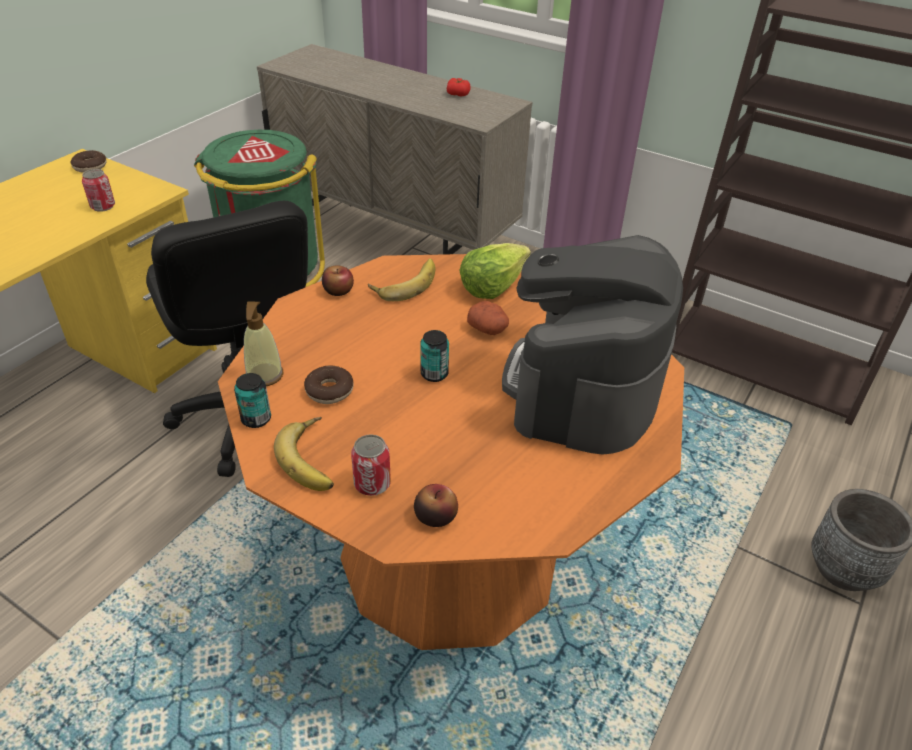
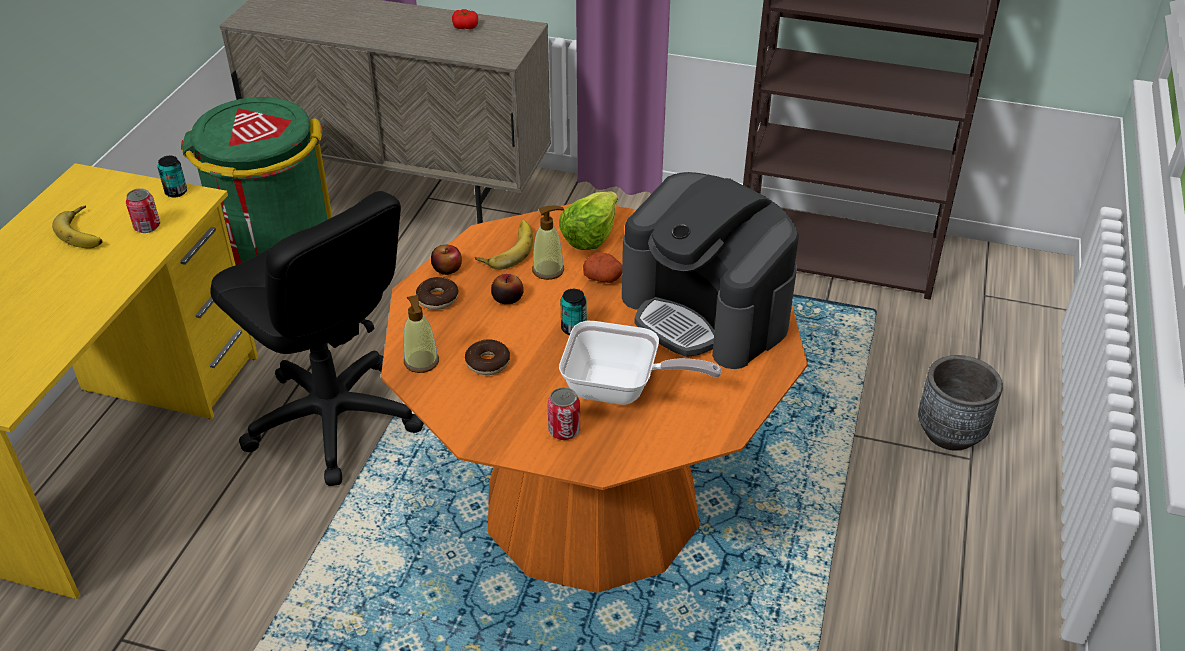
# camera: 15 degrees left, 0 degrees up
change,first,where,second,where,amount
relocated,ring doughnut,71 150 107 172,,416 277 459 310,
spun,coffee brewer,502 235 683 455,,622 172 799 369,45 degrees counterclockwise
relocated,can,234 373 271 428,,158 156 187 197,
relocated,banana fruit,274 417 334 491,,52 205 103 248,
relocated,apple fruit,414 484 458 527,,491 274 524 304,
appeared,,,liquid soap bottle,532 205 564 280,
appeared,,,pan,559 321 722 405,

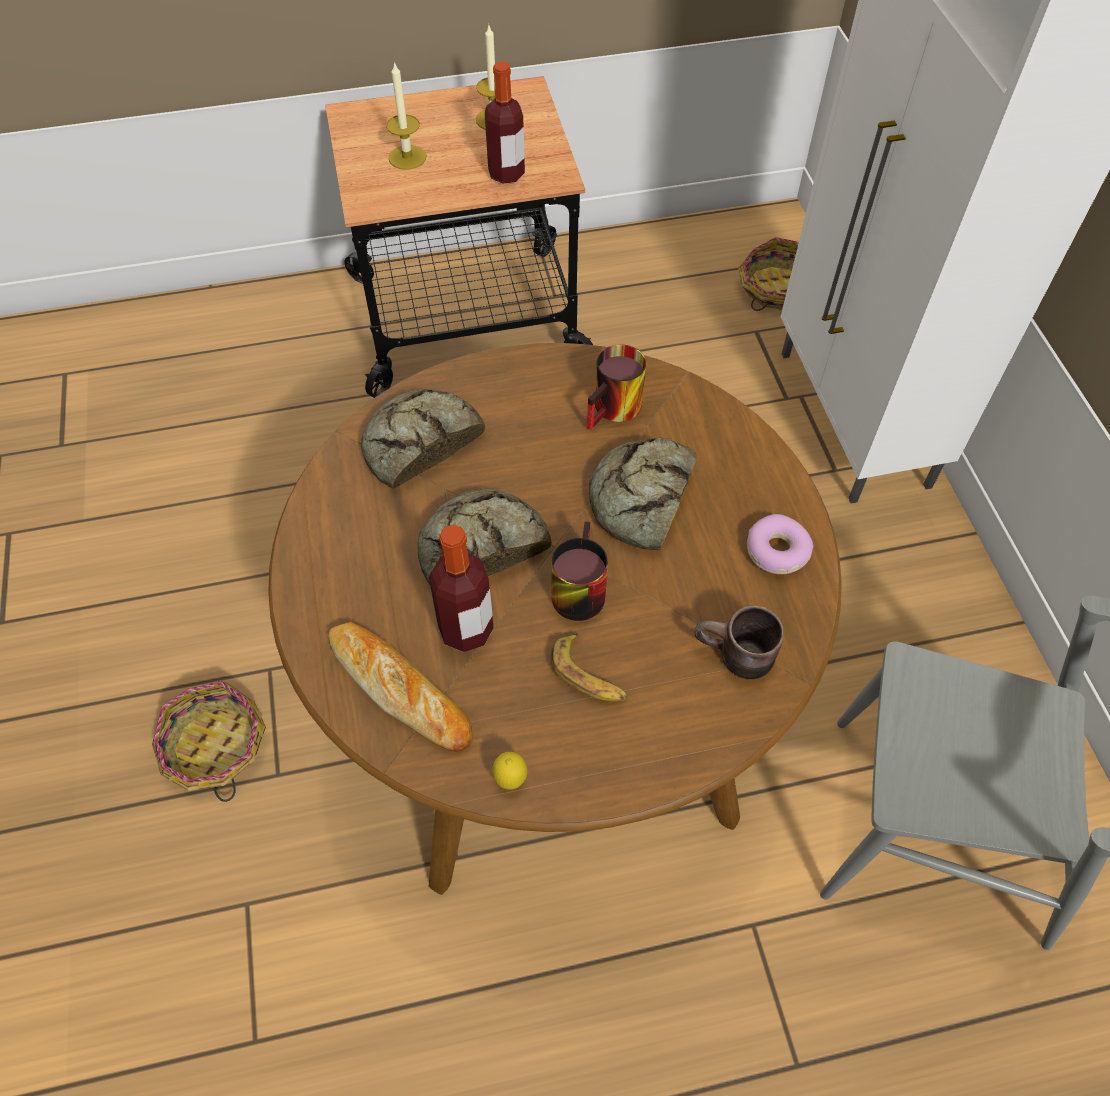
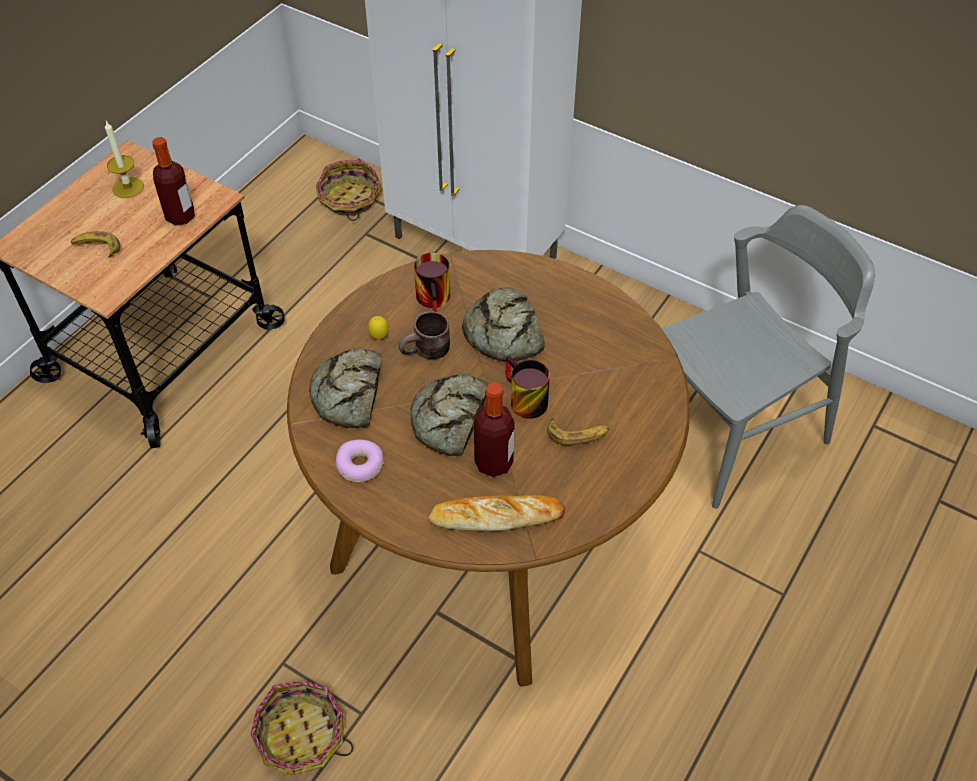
# camera: 45 degrees left, 5 degrees down
change,first,where,second,where,amount
exchanged,wax candle,386 61 427 170,banana fruit,71 231 120 258,
relocated,ring doughnut,747 514 814 574,,335 440 384 482,
relocated,brownish tea mug,694 606 784 679,,399 311 450 359,
relocated,lemon,492 752 527 790,,368 316 389 340,

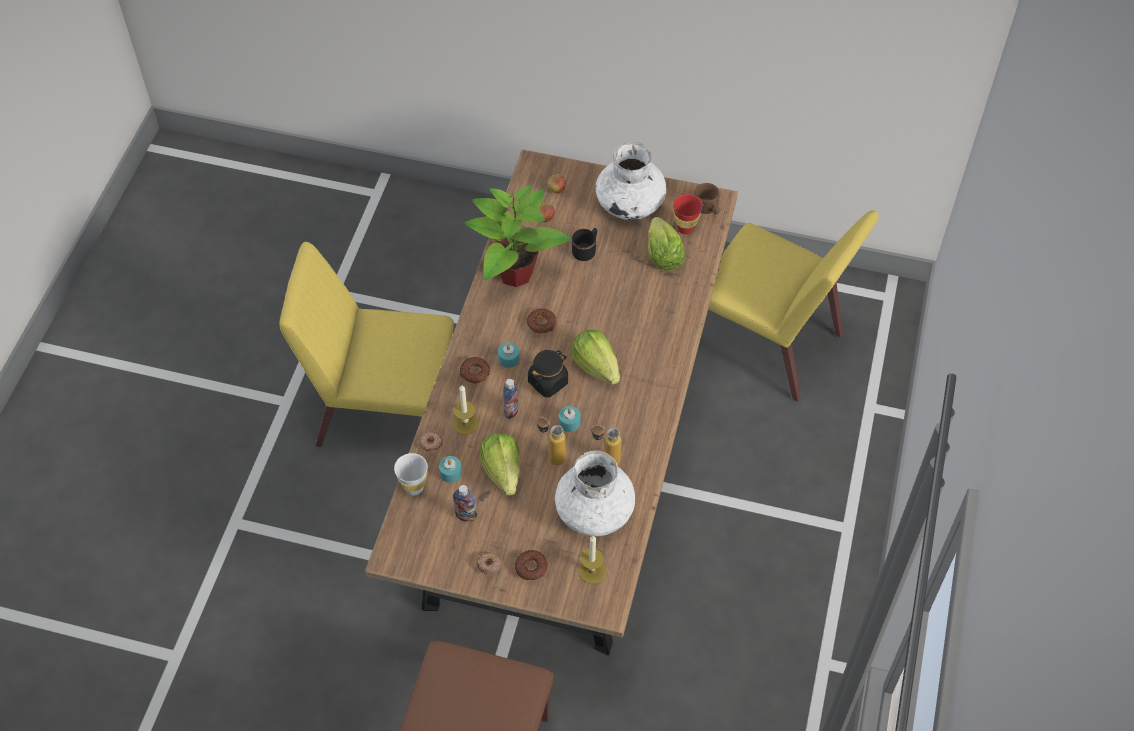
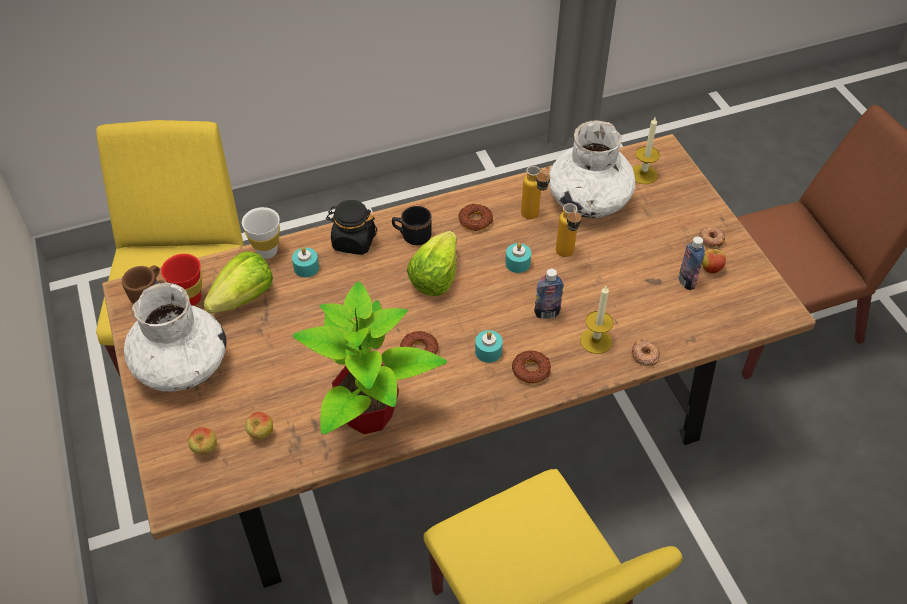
# camera: 125 degrees left, 5 degrees down
change,first,where,second,where,amount
relocated,blackish tea mug,572 228 597 261,,392 206 431 245,
relocated,blackish storage jar,528 350 568 397,,326 200 377 255,
missing,head of lettuce,480 433 520 496,,,
relocated,whitish cup,394 453 428 496,,242 207 280 259,
relocated,turquoise wax candle,439 456 462 483,,292 247 319 278,
relocated,ring doughnut,515 550 548 580,,458 204 493 231,
appeared,,,apple fruit,702 249 726 274,

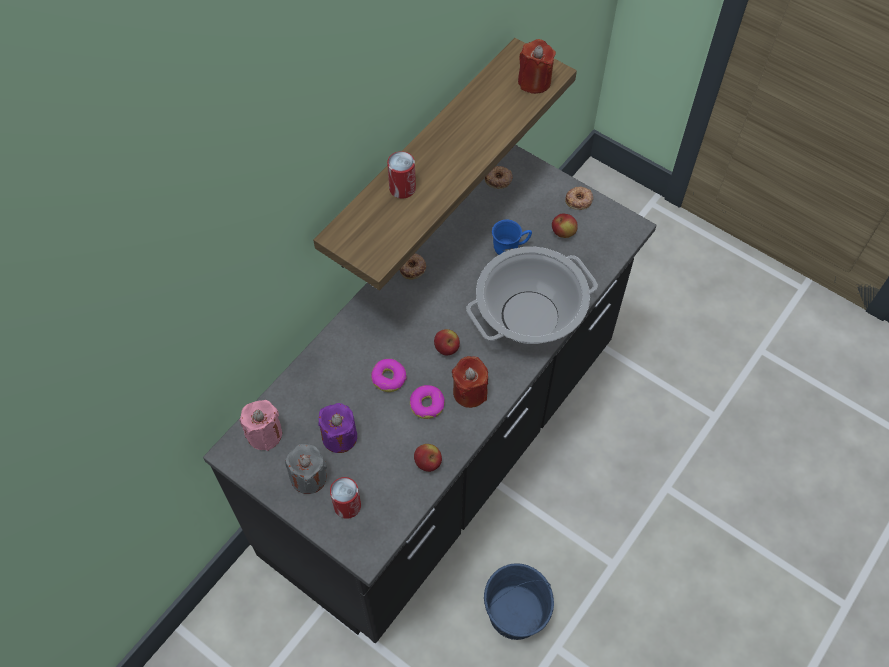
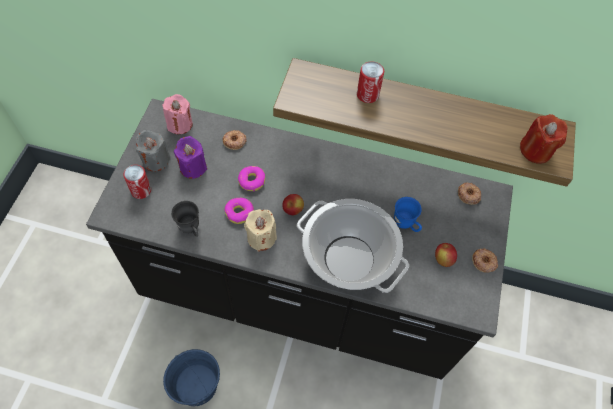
# camera: 65 degrees right, 0 degrees up
change,first,where,second,where,amount
relocated,ring doughnut,399 253 426 280,,223 130 247 150,
colour,reddish wax candle,452 356 488 408,beige wax candle,244 209 277 252,
exchanged,apple fruit,414 444 442 472,grey tea mug,171 201 199 237,

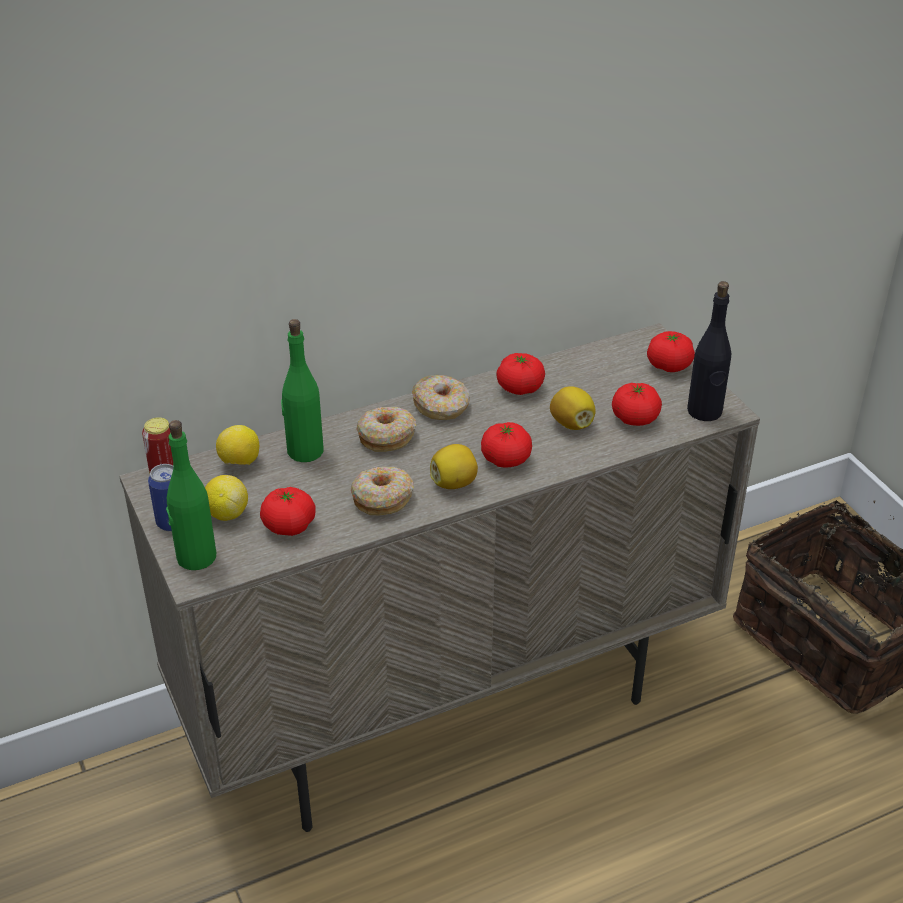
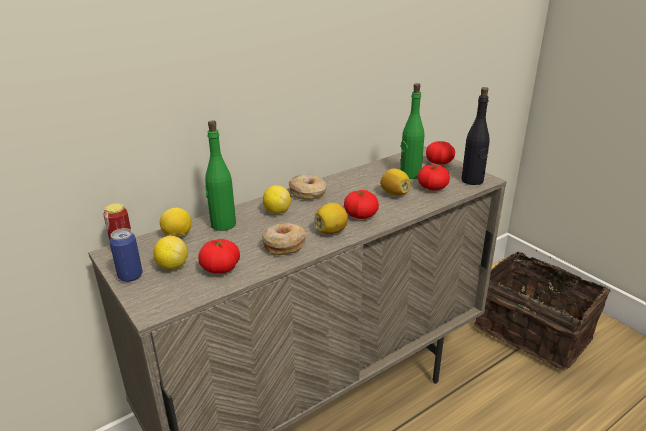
# camera: 10 degrees left, 10 degrees down
change,first,where,second,where,amount
missing,whole tomato,496 353 545 395,,,
exchanged,ring doughnut,357 407 416 452,lemon,263 185 291 214,
relocated,green beverage bottle,166 420 216 570,,400 83 424 179,

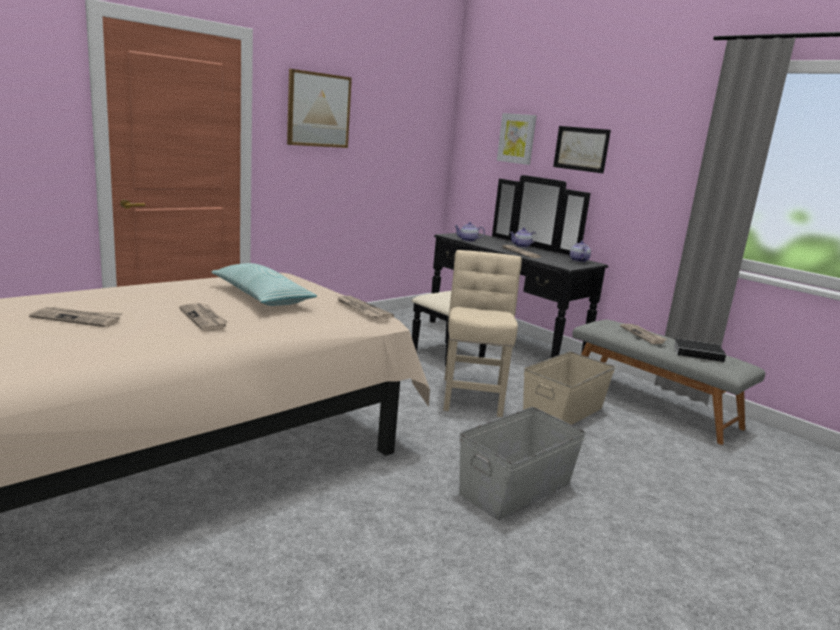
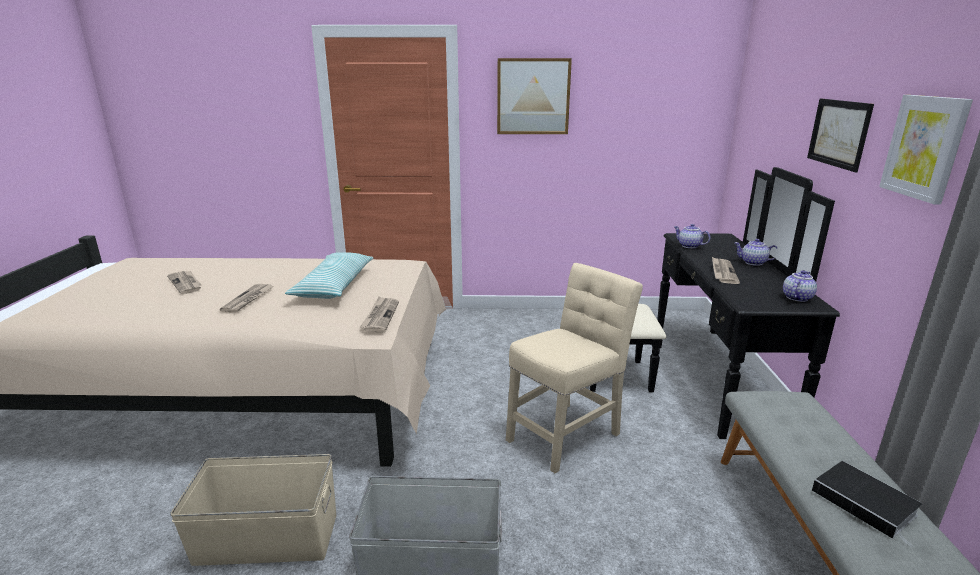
# camera: 45 degrees right, 5 degrees up
change,first,where,second,where,amount
relocated,picture,497 113 537 165,,879 95 973 204,
missing,newspaper,620 324 667 344,,,
relocated,beige storage container,523 351 616 425,,170 454 336 566,

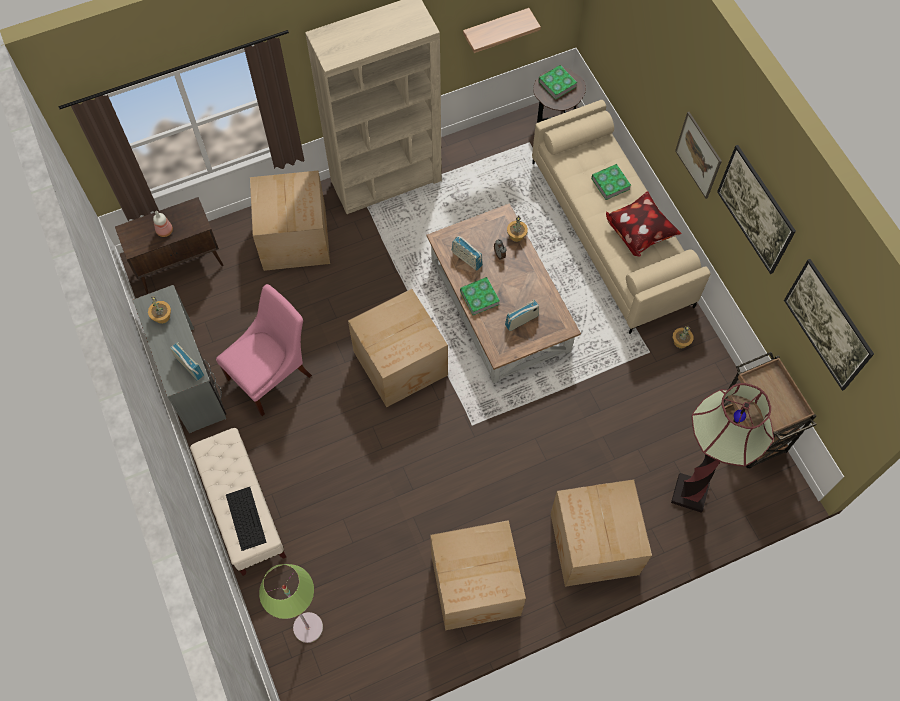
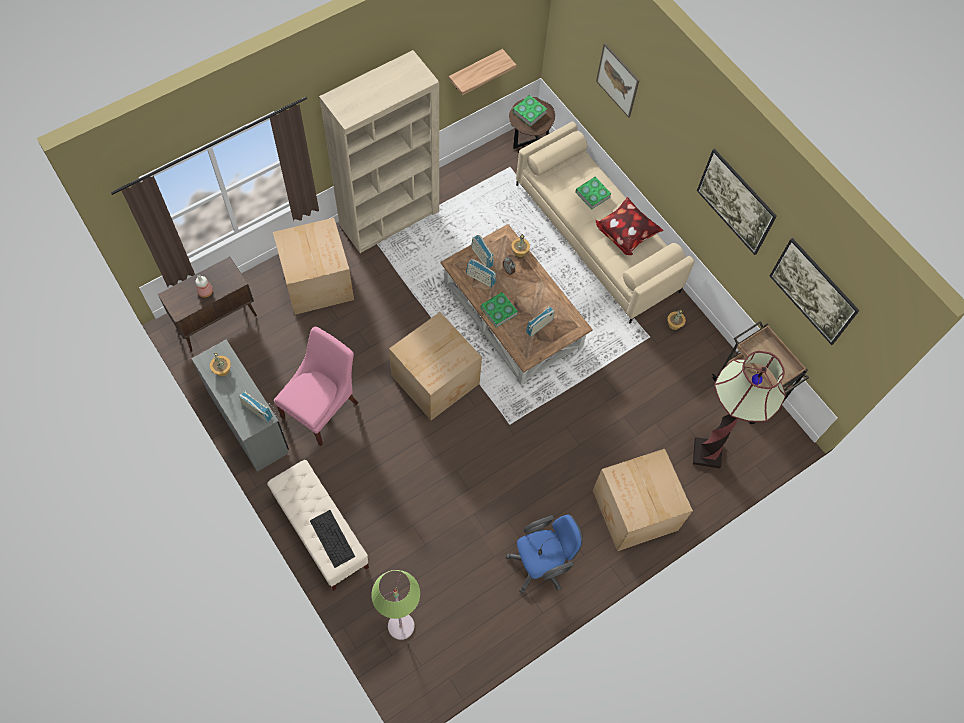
# camera: 15 degrees left, 0 degrees up
change,first,where,second,where,amount
relocated,picture,675 112 722 199,,596 43 639 118,
exchanged,packing box,430 520 526 630,blue office chair,506 515 583 594,
appeared,,,radio,471 235 493 268,

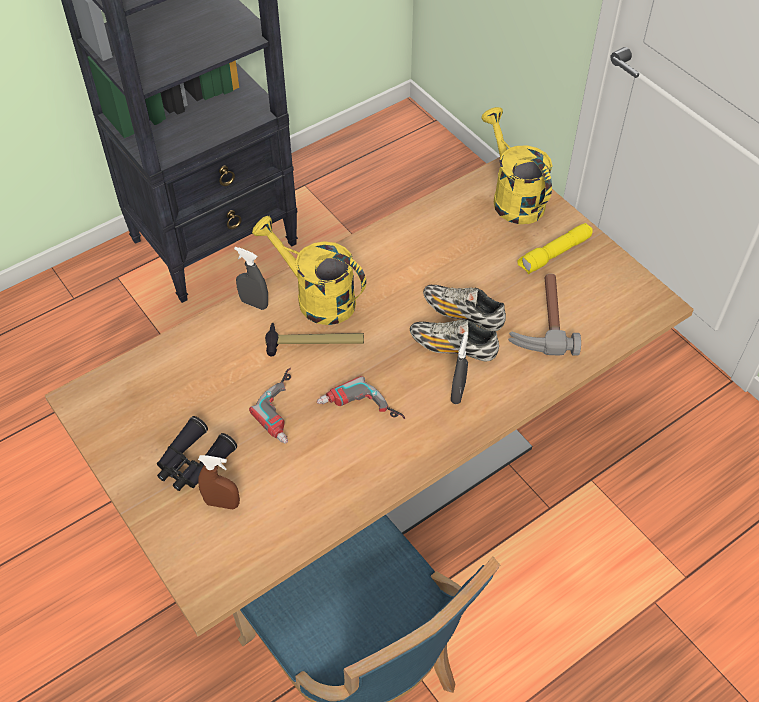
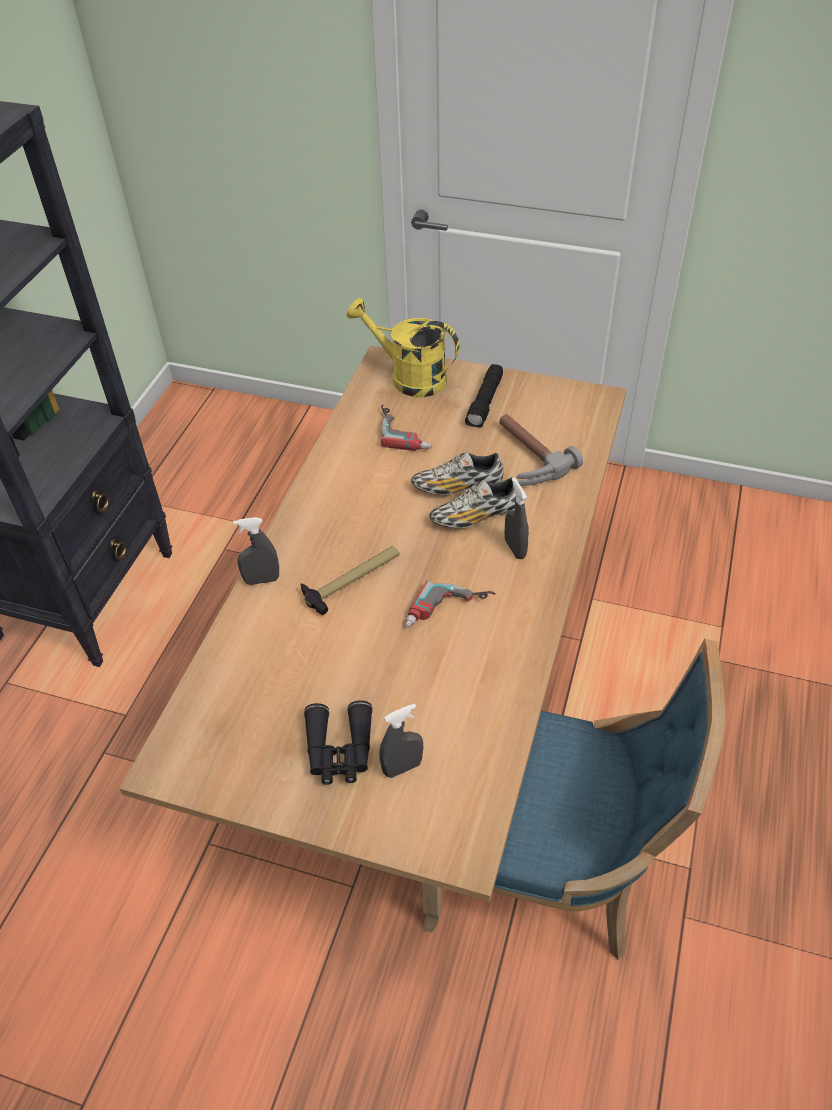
# camera: 35 degrees left, 5 degrees down
change,first,where,second,where,amount
missing,yellow watering pot,252 216 366 325,,,
colour,yellow hand torch,518 223 593 274,blackish hand torch,465 364 503 428,
relocated,drill,249 368 291 444,,381 404 432 451,
colour,brownish sprayer,198 455 240 509,grey sprayer,379 703 423 778,

